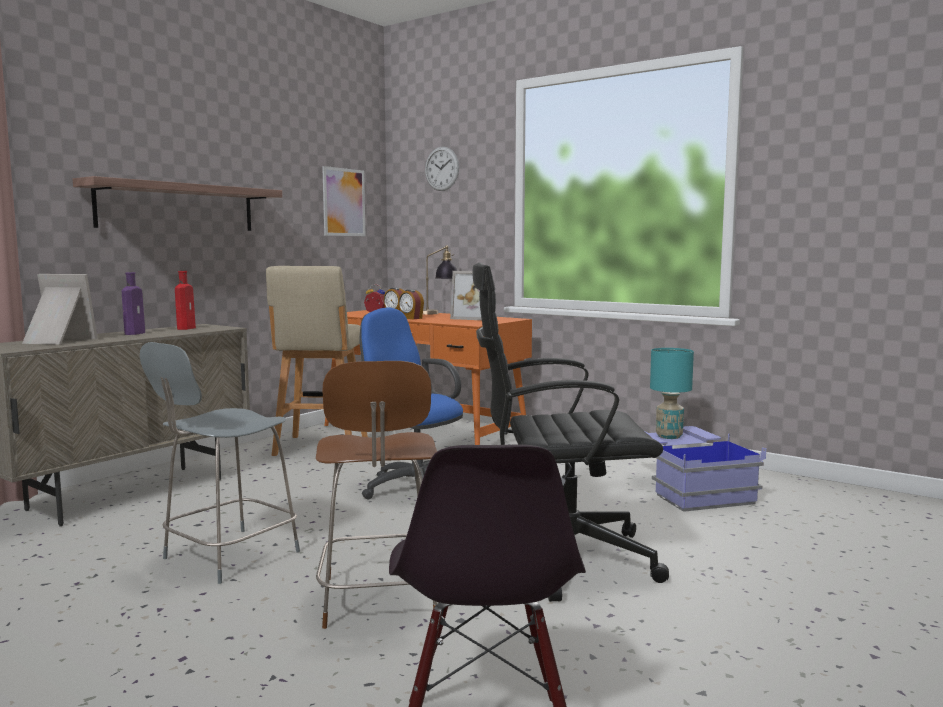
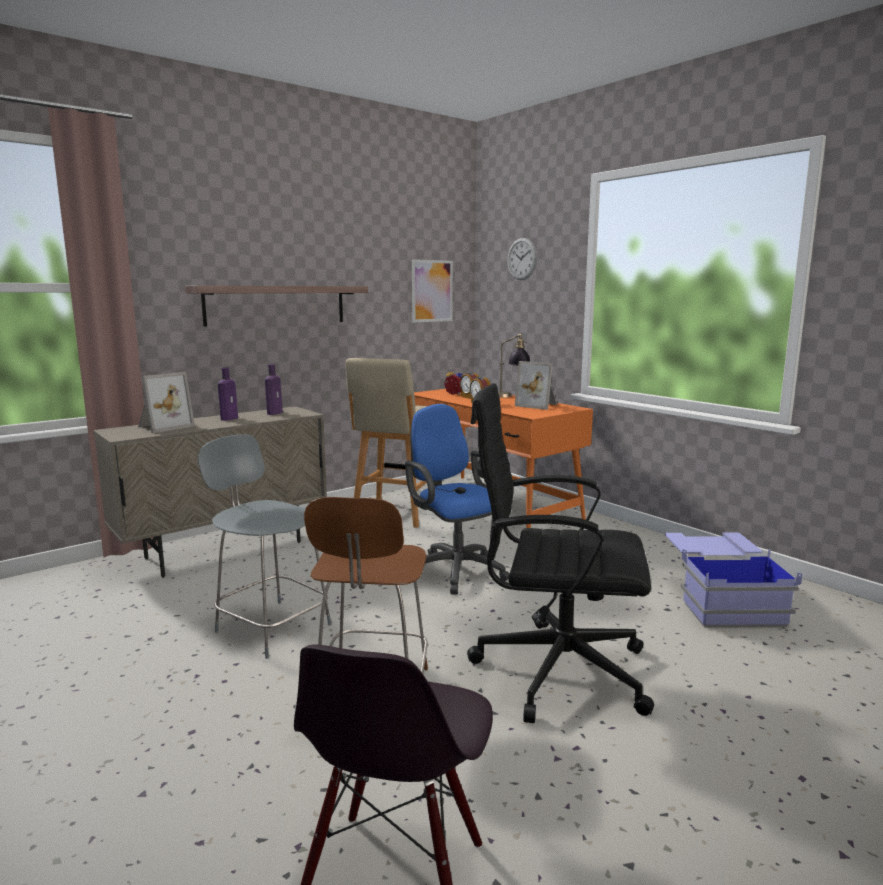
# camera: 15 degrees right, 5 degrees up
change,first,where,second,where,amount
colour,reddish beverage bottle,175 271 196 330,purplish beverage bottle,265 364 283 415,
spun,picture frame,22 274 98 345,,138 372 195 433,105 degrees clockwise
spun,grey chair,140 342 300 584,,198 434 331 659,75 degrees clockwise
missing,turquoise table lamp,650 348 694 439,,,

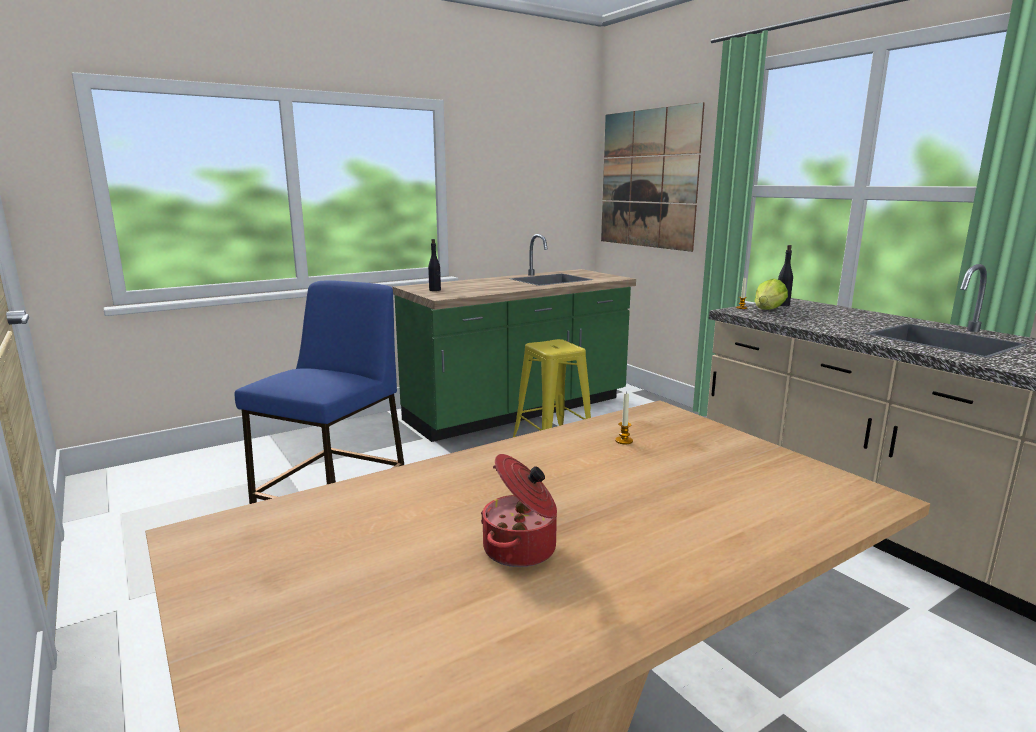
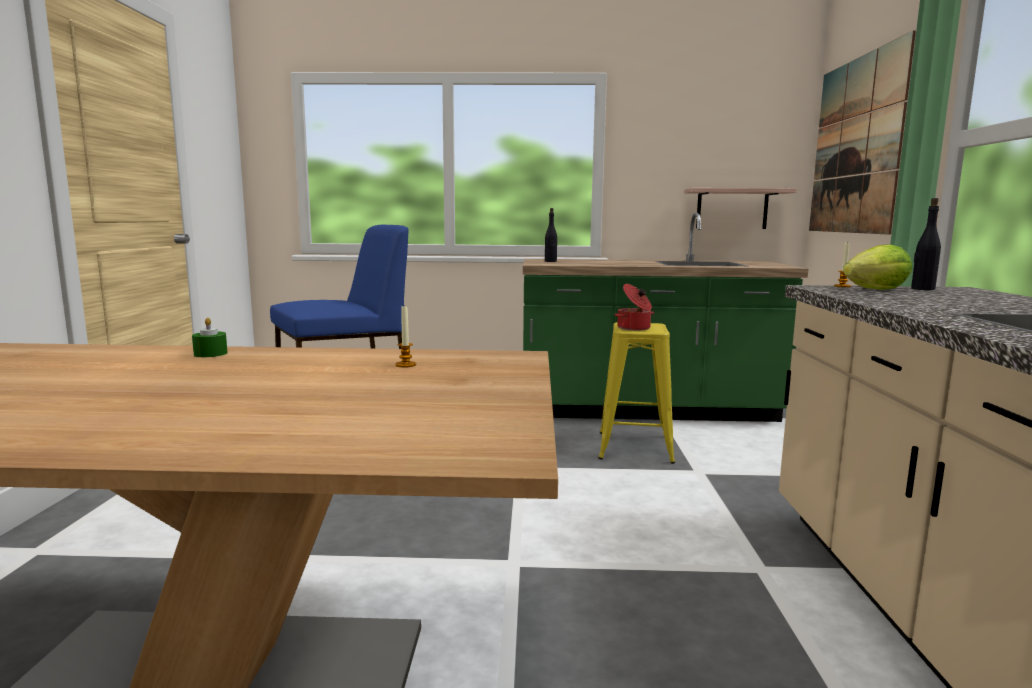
# camera: 35 degrees right, 5 degrees down
change,first,where,second,where,amount
relocated,cooking pot,481 454 557 567,,615 284 654 331,
appeared,,,wall shelf,684 188 797 229,
appeared,,,green wax candle,192 318 228 357,

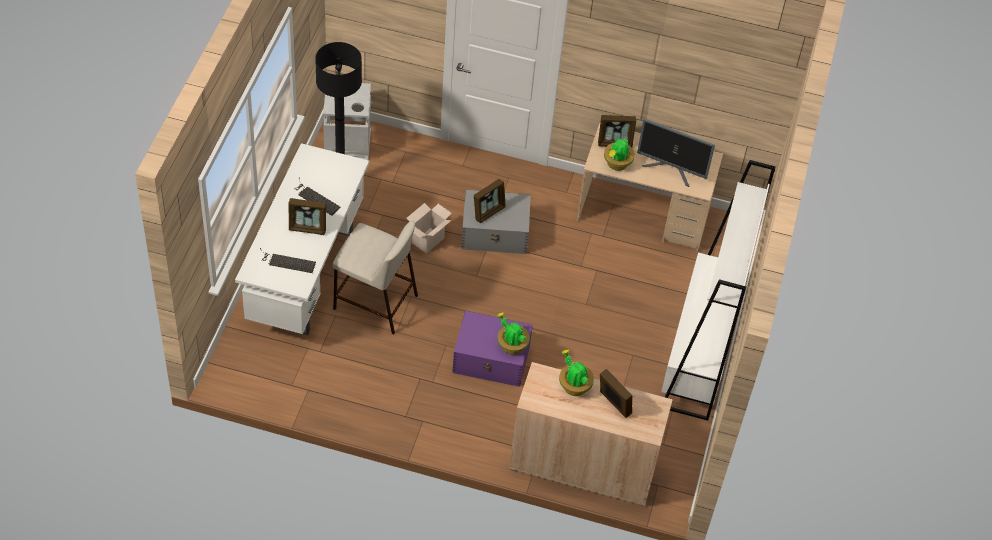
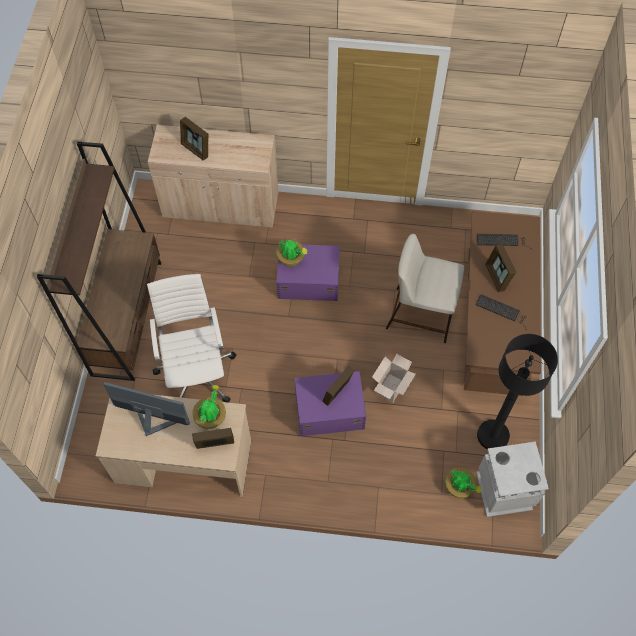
# camera: 175 degrees right, 10 degrees up
change,first,where,second,where,amount
colour,whitish desk unit,235 143 369 335,brownish desk unit,464 211 541 396,
colour,whitish shelving unit,661 160 776 421,brownish shelving unit,37 142 161 381,
colour,grey storage container,461 190 531 254,purplish storage container,295 371 366 436,
spun,picture frame,288 198 326 235,,485 244 516 292,105 degrees counterclockwise
relocated,houseplant,559 350 594 396,,445 467 482 498,
appeared,,,whitish office chair,147 274 237 403,

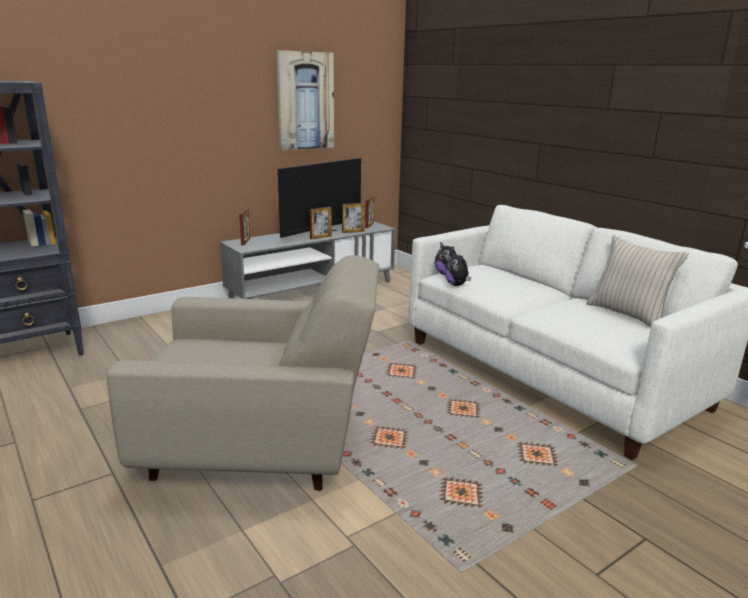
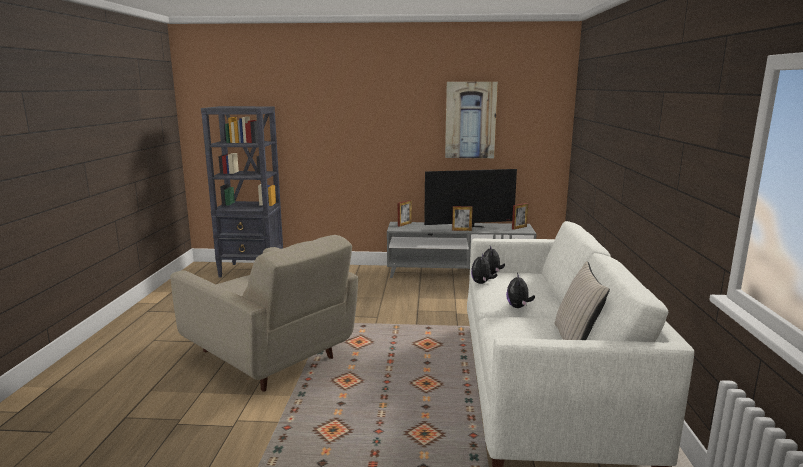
# camera: 40 degrees right, 5 degrees down
change,first,where,second,where,amount
missing,picture frame,342 203 365 233,,,
appeared,,,plush toy,506 273 535 308,

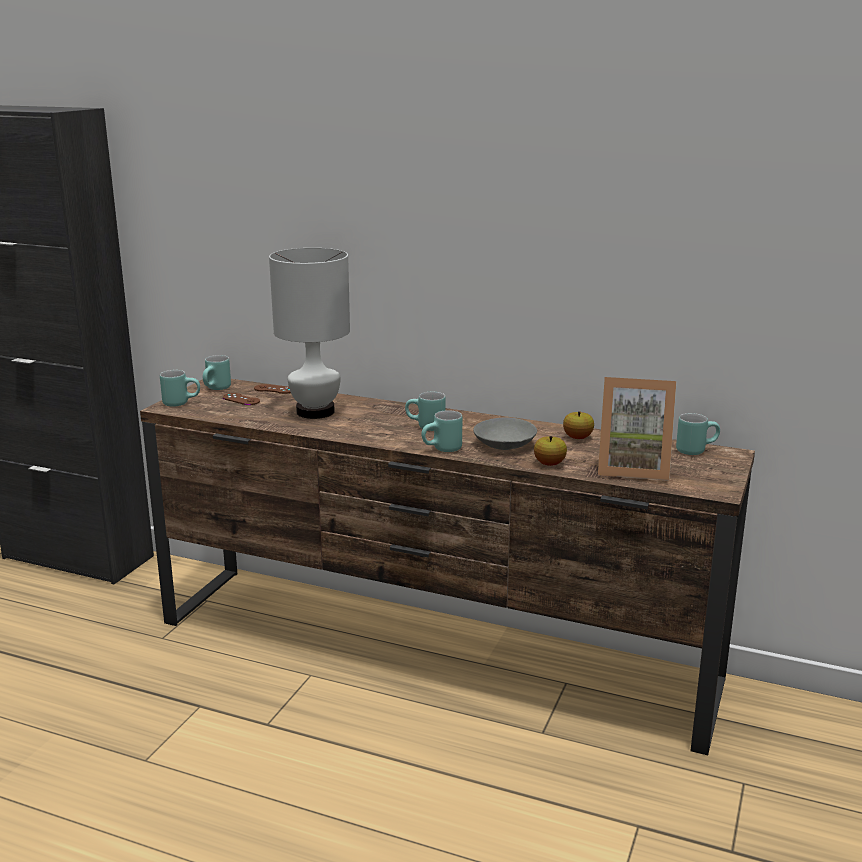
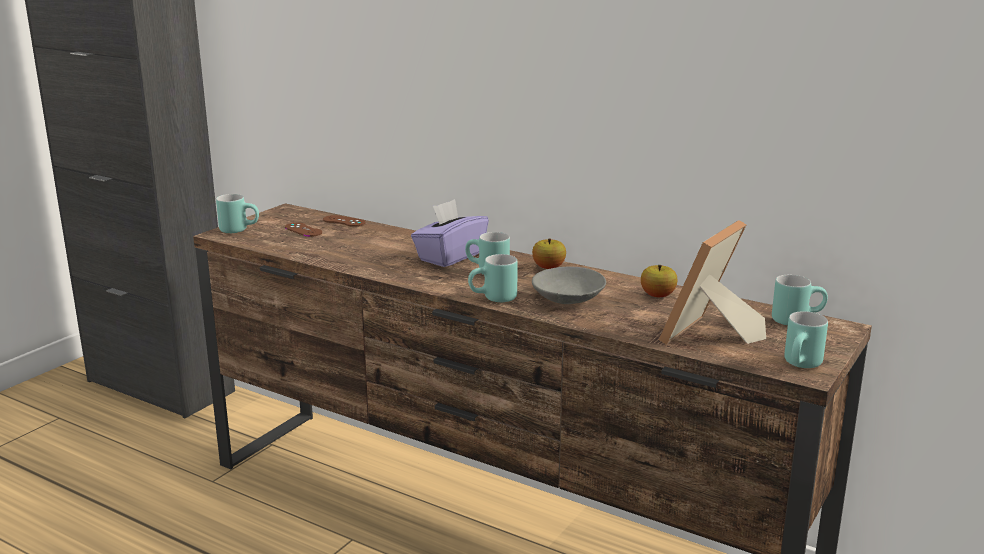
# camera: 10 degrees right, 0 degrees up
change,first,where,second,where,amount
missing,whitish table lamp,269 248 350 419,,,
relocated,turquoise tea mug,203 355 231 390,,784 311 828 368,
spun,picture frame,598 377 676 481,,659 220 766 345,105 degrees clockwise
relocated,apple fruit,534 436 567 466,,532 239 566 269,
appeared,,,purplish box of tissues,411 199 489 267,

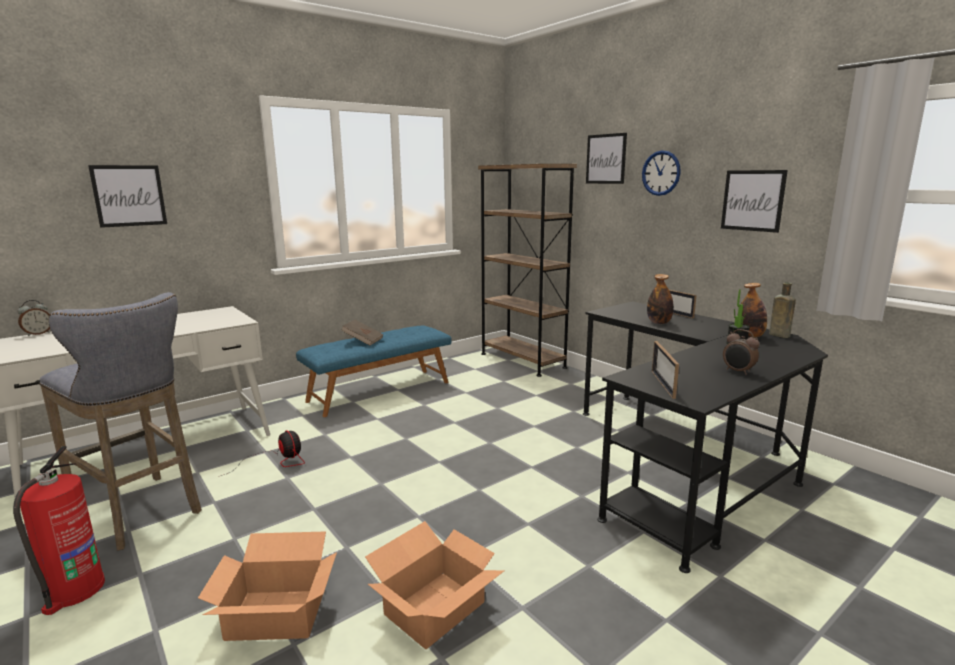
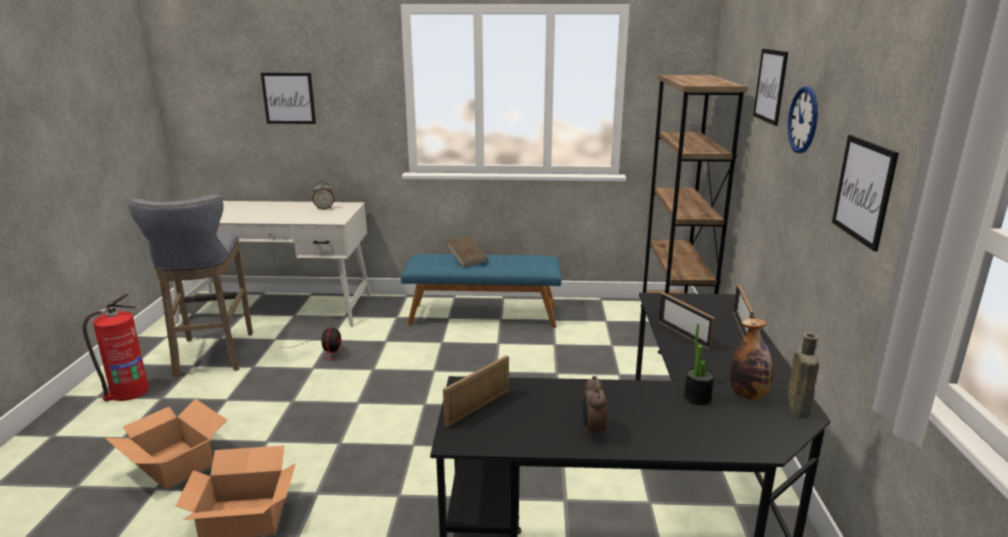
# camera: 40 degrees right, 5 degrees up
change,first,where,second,where,amount
exchanged,beverage bottle,647 274 674 324,picture frame,658 292 715 350,
relocated,table clock,17 300 50 336,,313 181 334 209,

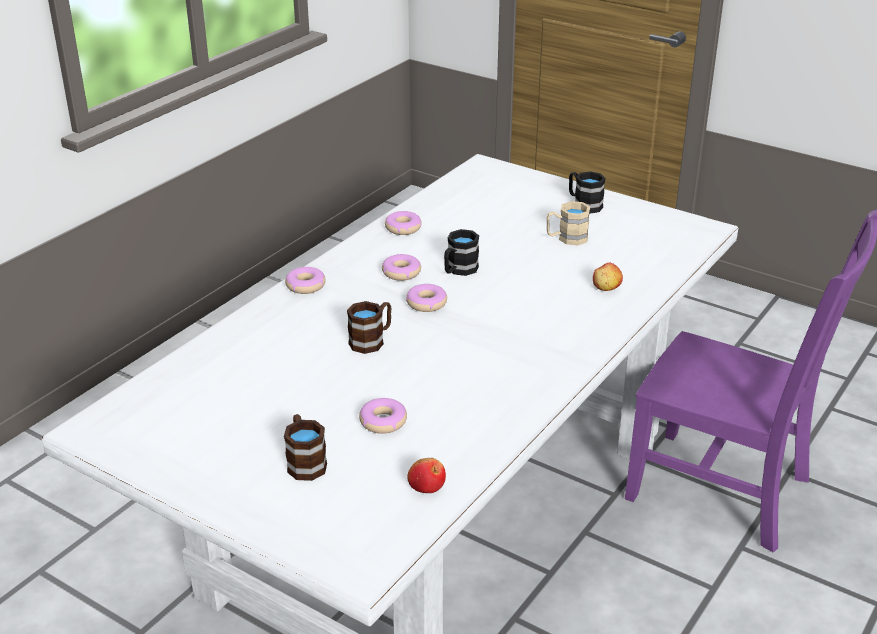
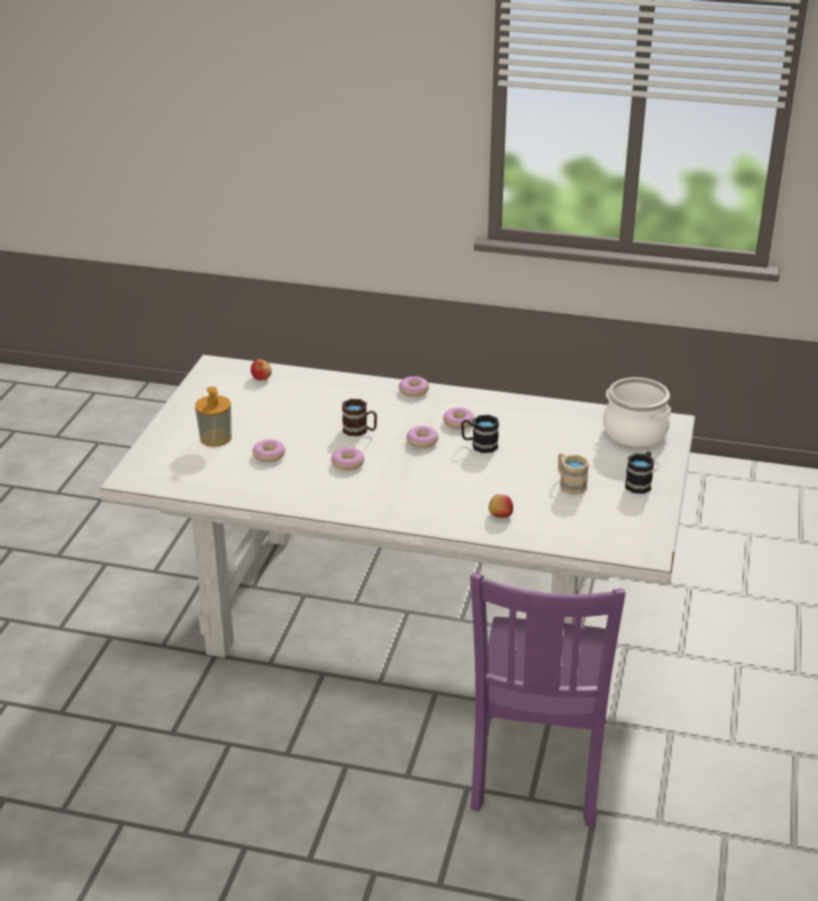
# camera: 70 degrees right, 0 degrees up
change,first,where,second,where,amount
relocated,ring doughnut,385 211 422 235,,331 447 365 470,
exchanged,brownish tea mug,284 414 327 481,liquid soap bottle,195 386 231 447,
relocated,apple fruit,407 458 446 493,,251 359 272 380,
appeared,,,cooking pot,603 377 671 447,

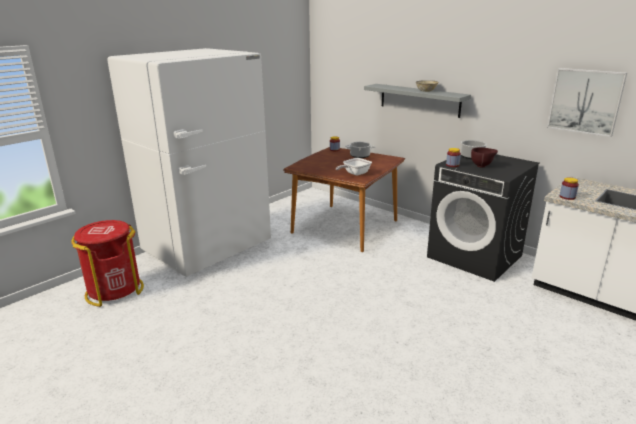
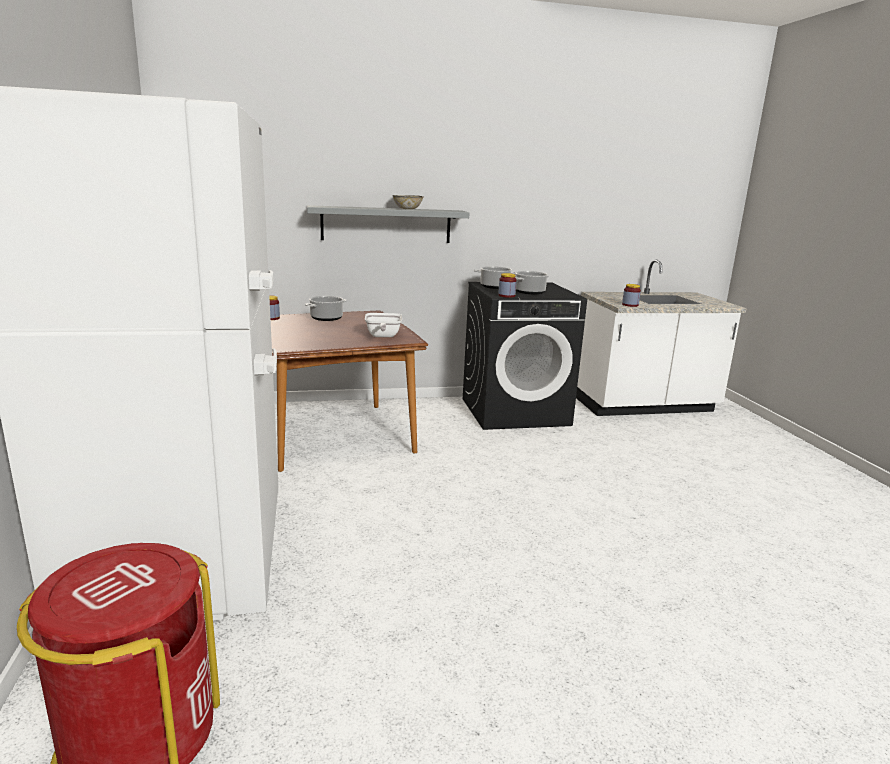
# camera: 55 degrees left, 5 degrees down
change,first,where,second,where,amount
missing,picture,547 68 627 137,,,
exchanged,brownish deep dish,471 147 498 168,cooking pot,515 271 549 294,

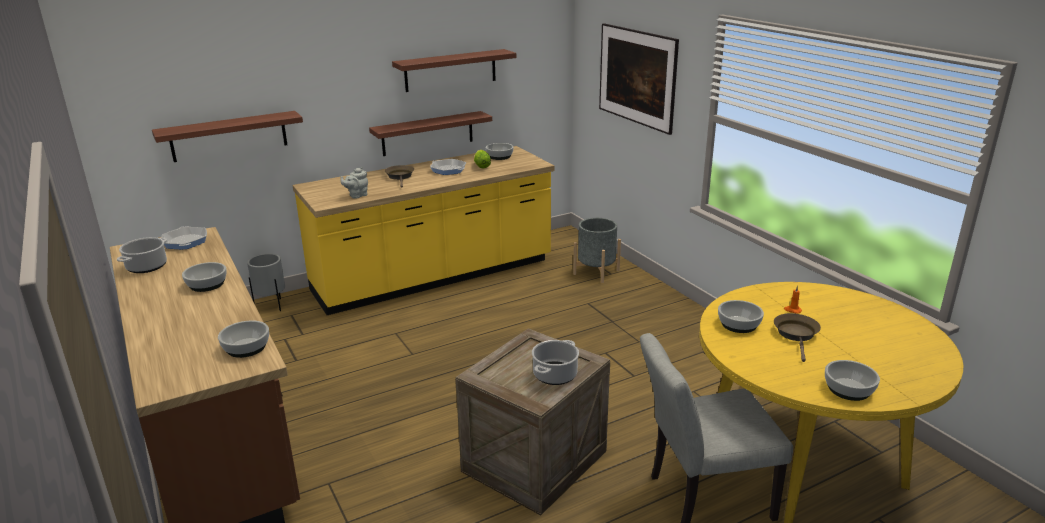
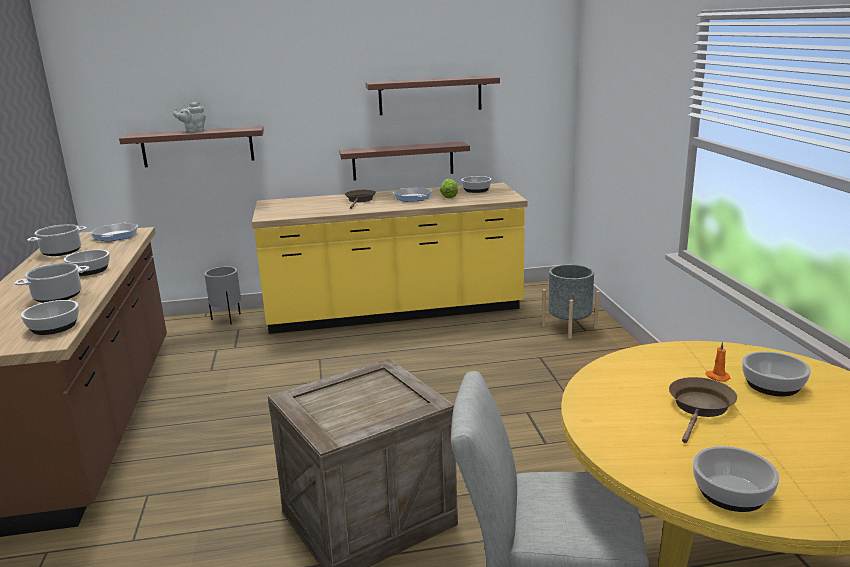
# camera: 20 degrees right, 5 degrees down
change,first,where,second,where,amount
missing,picture,599 23 679 135,,,
relocated,grey teapot,341 167 368 199,,173 102 206 133,
relocated,deep dish,718 300 764 333,,742 351 811 396,
relocated,cooking pot,532 340 579 385,,15 263 89 303,

